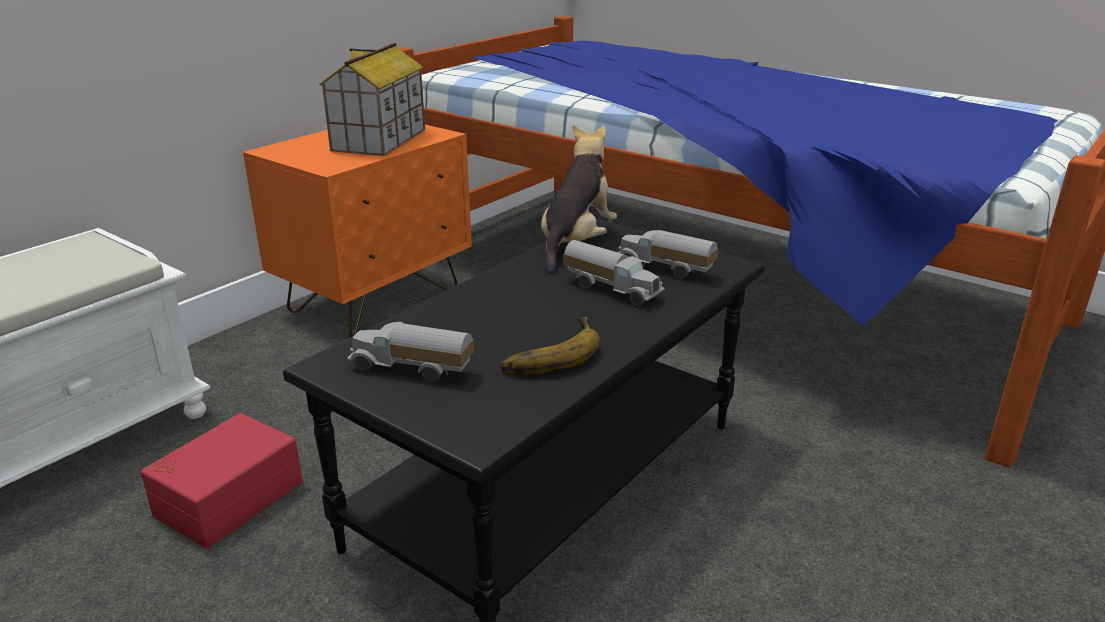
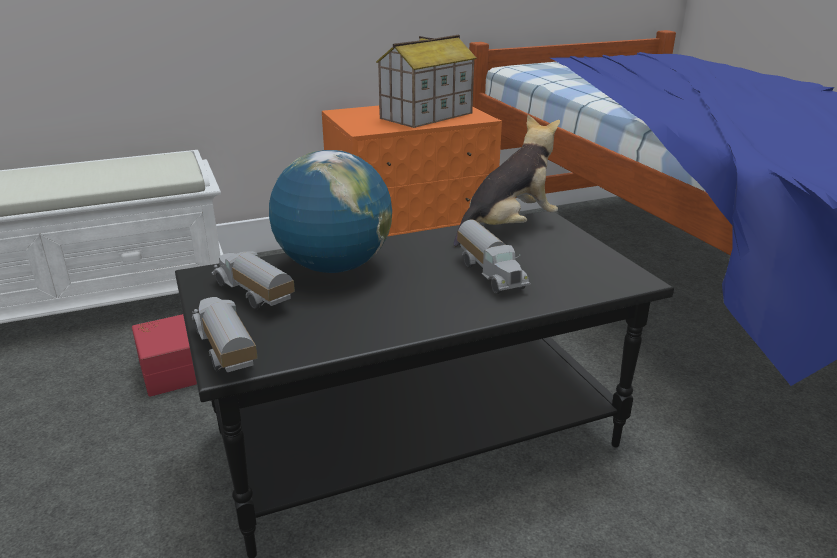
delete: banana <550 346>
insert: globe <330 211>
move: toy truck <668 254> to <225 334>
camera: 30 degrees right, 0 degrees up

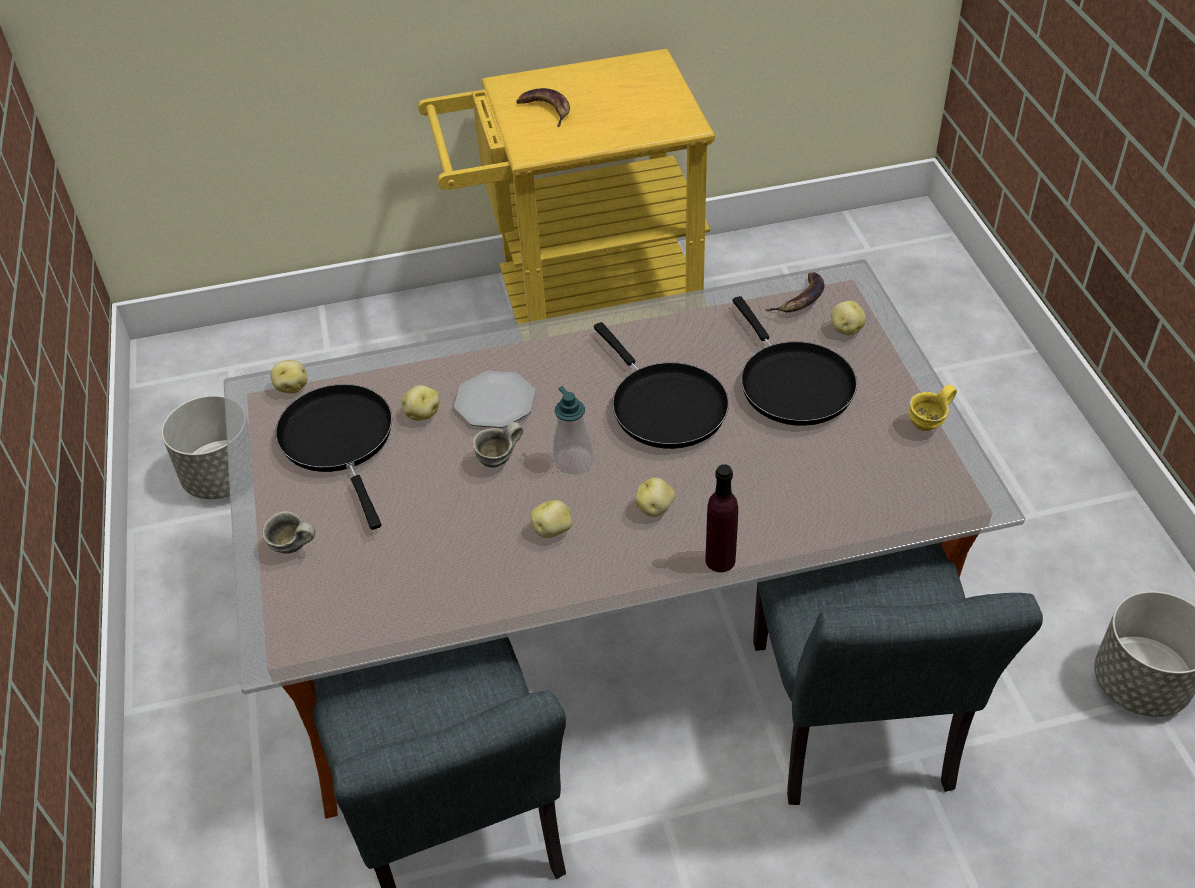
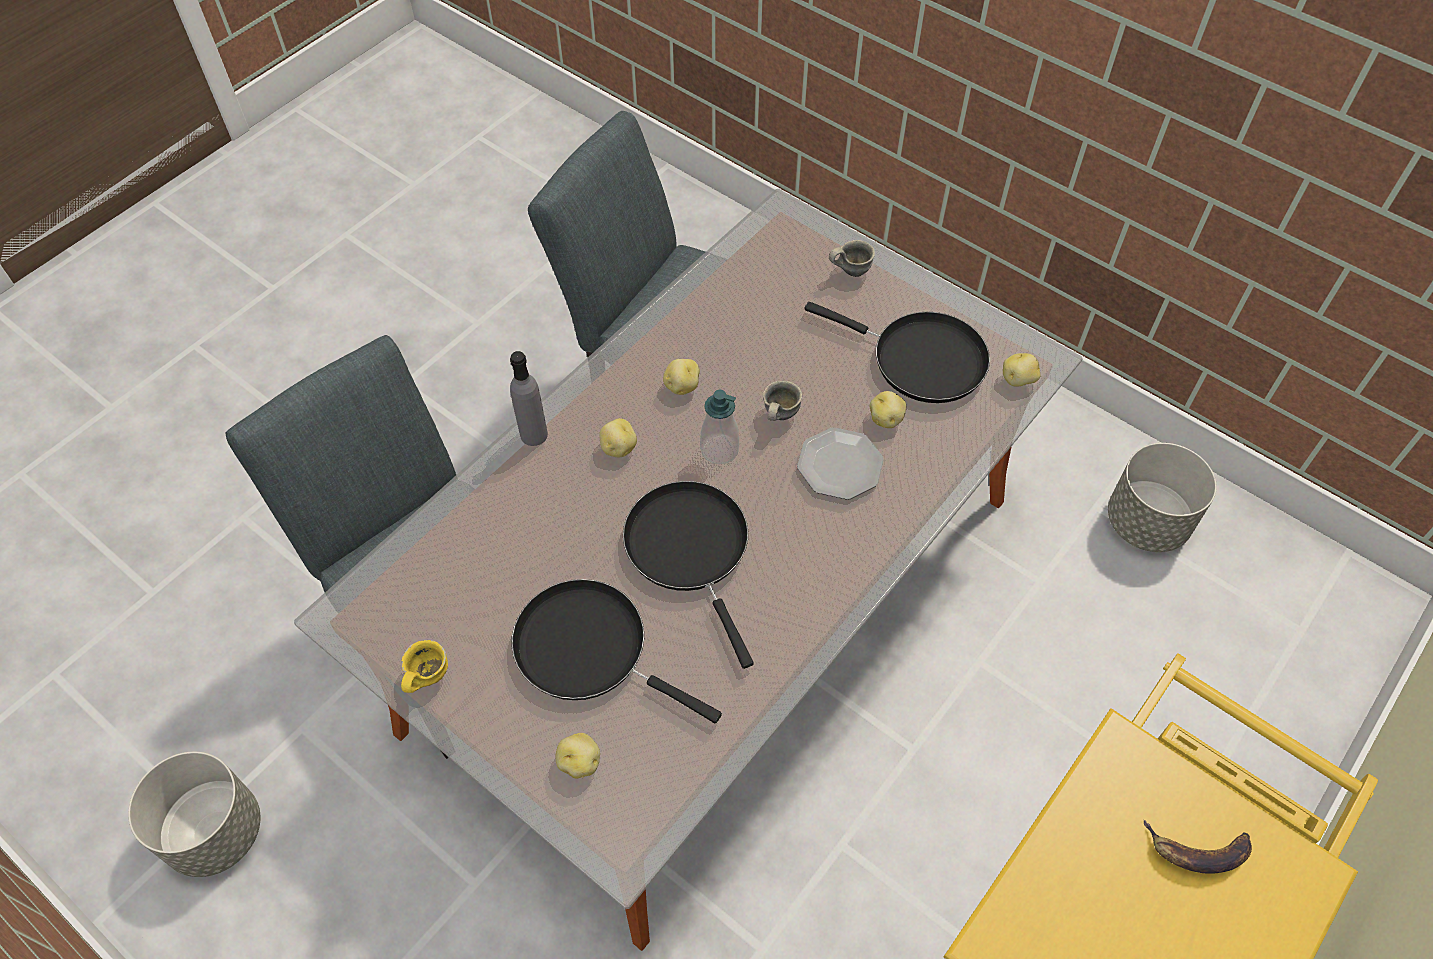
delete: banana <794 292>
recolor: purple bottle <721 518> to grey bottle <529 398>
rotate: black frying pan <661 385> = <688 575> 45 degrees clockwise
camera: 140 degrees right, 10 degrees up

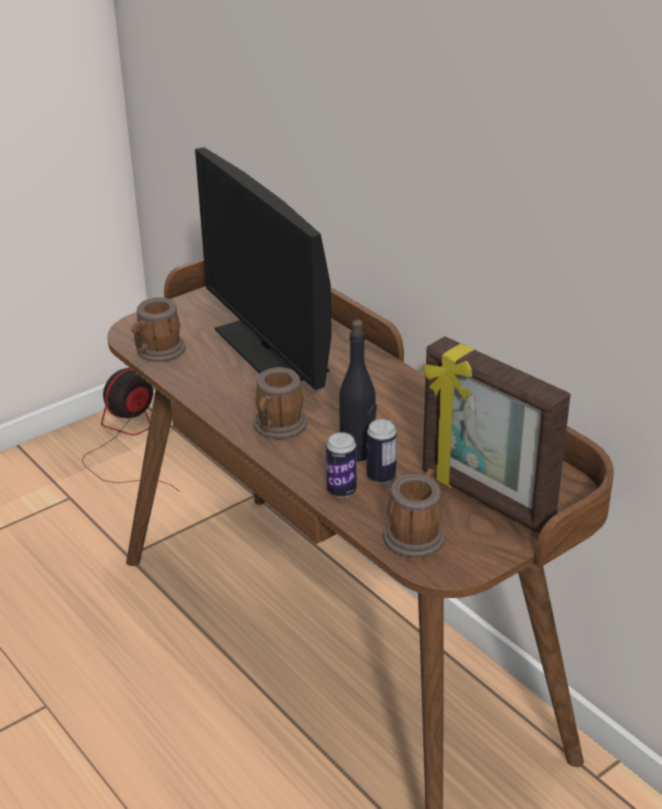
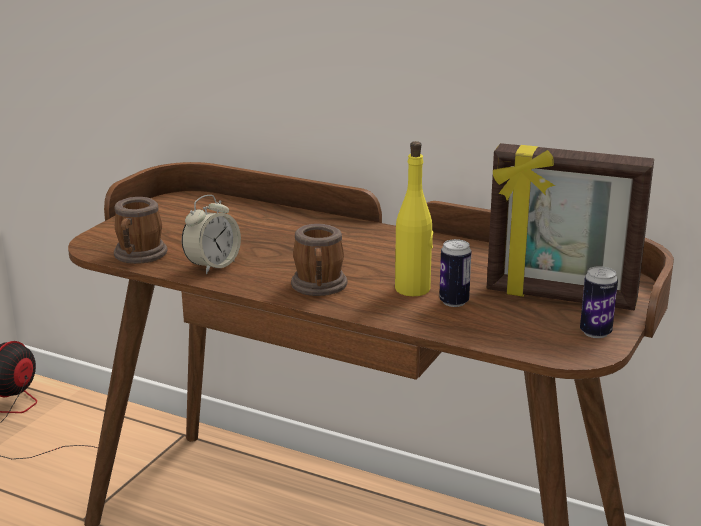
delete: monitor <263 268>; mug <414 513>
insert: alarm clock <211 234>
move: can <341 465> to <599 302>
recolor: black bottle <358 390> to yellow bottle <414 218>
camera: 25 degrees left, 10 degrees down

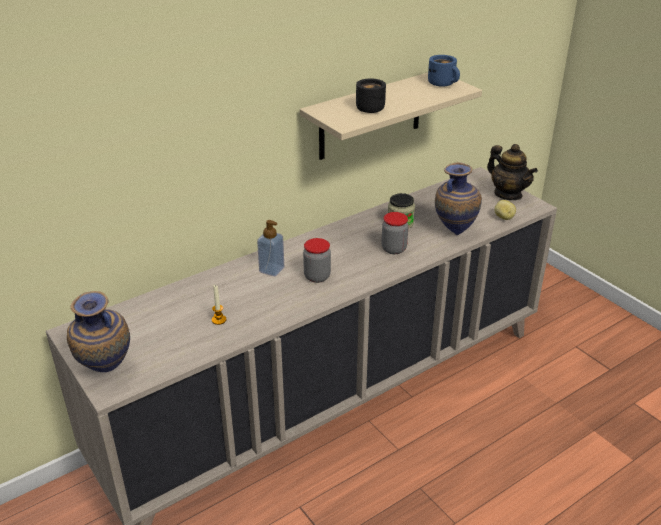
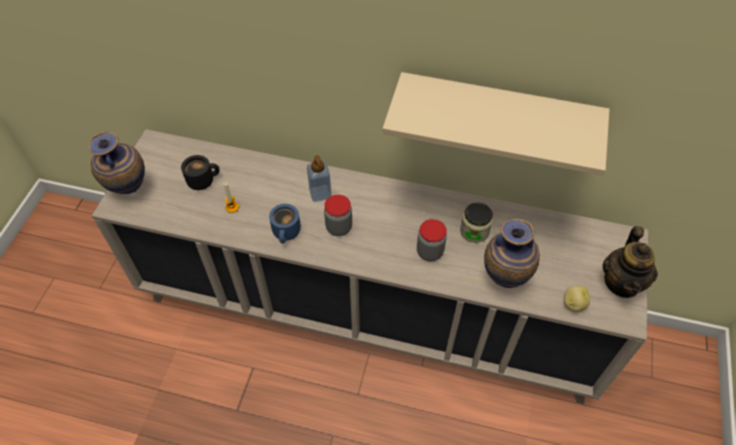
move: black mug <371 96> to <200 172>; blue mug <444 71> to <285 224>
camera: 50 degrees right, 20 degrees up

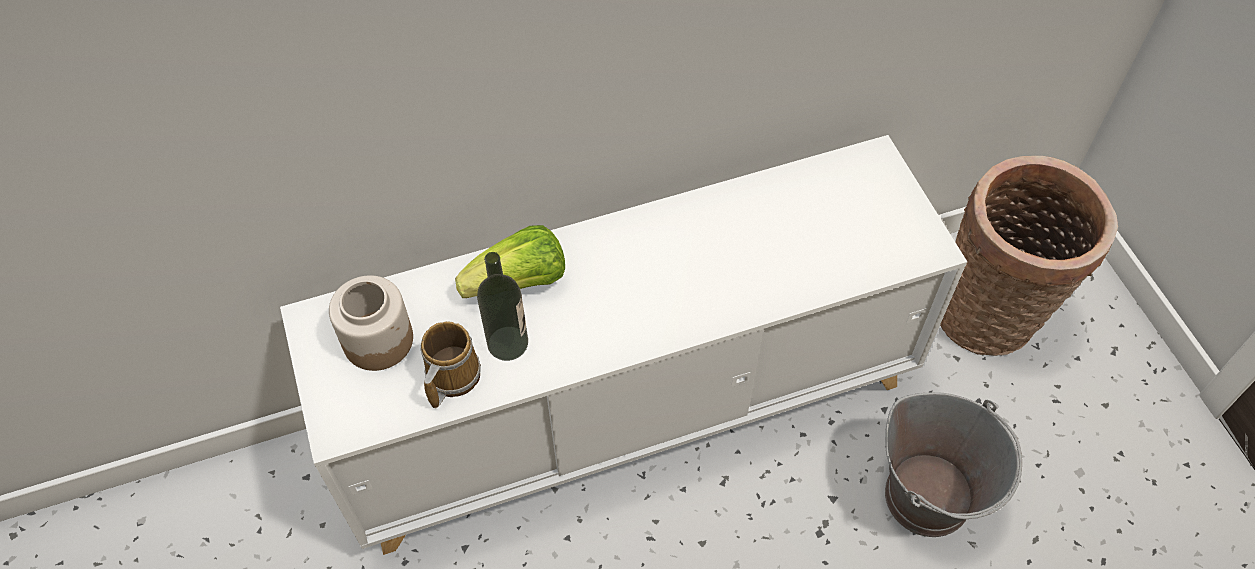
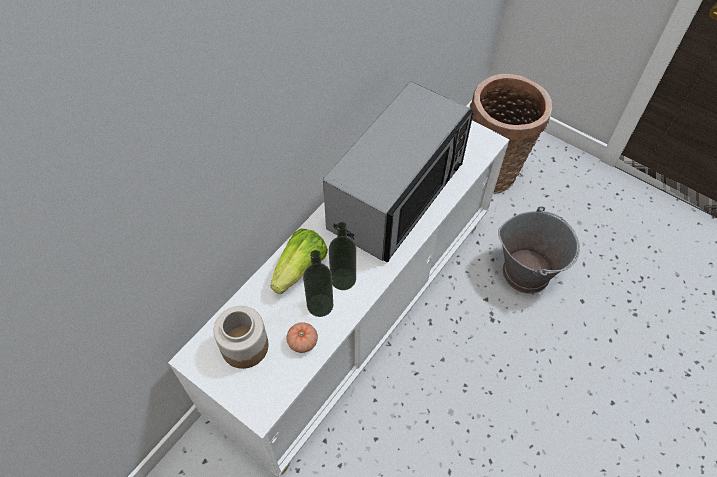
insert: microwave <398 171>; bottle <342 256>
replace: mug <451 364> to tomato <302 337>
camera: 35 degrees left, 0 degrees up

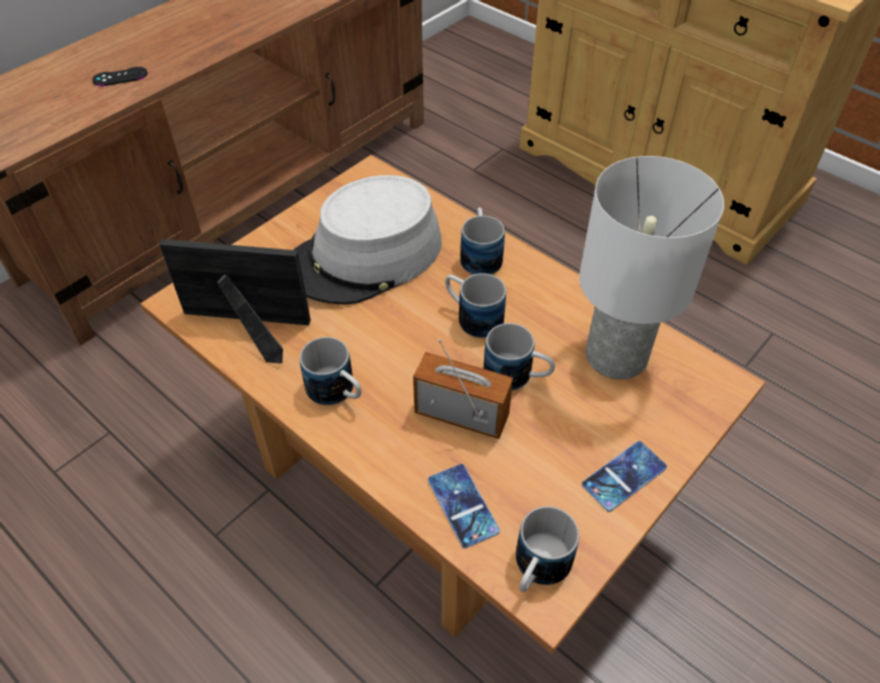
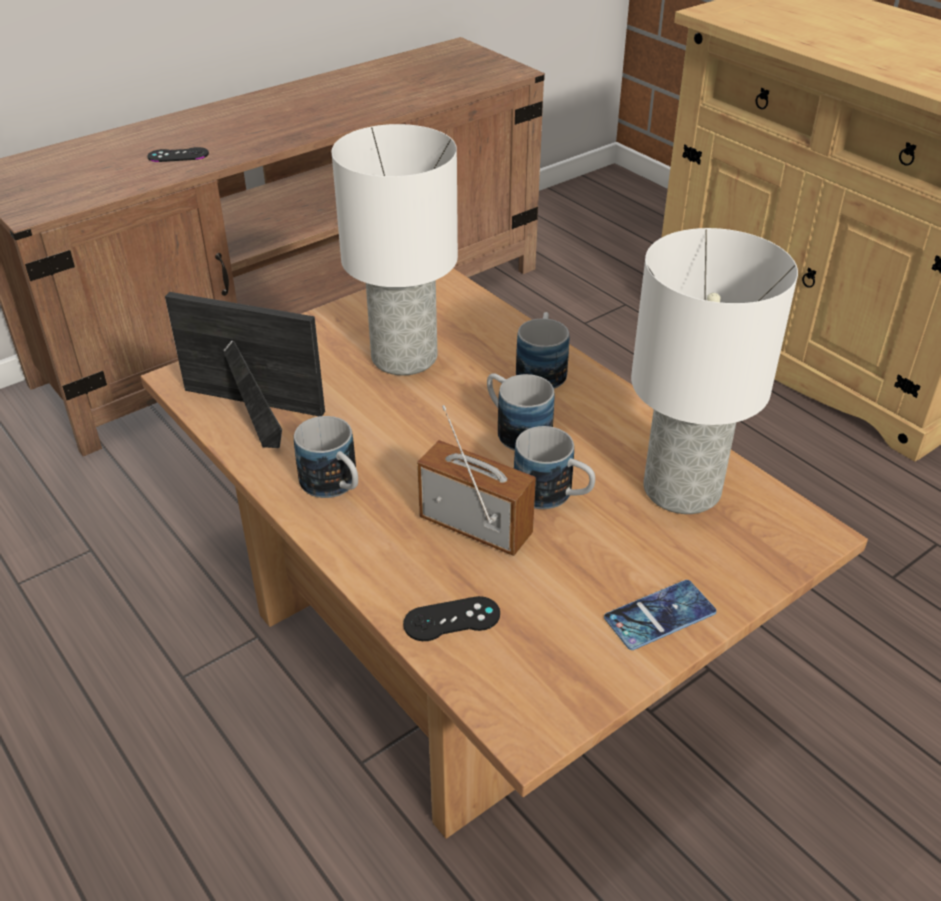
delete: mug <547 549>
replace: grey hat <367 240> to white table lamp <394 249>; phone <464 506> to black game controller <451 618>
camera: 10 degrees right, 10 degrees down

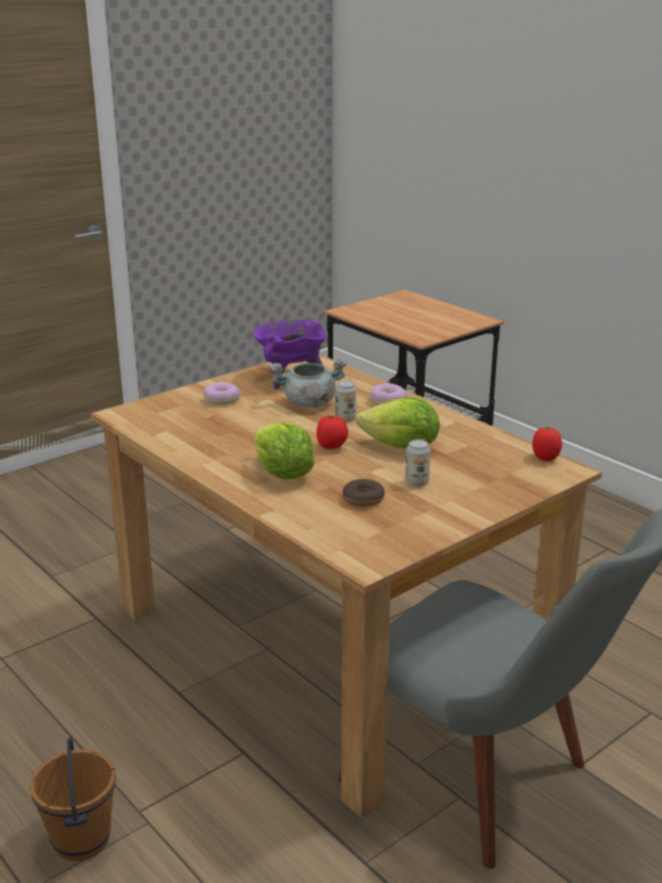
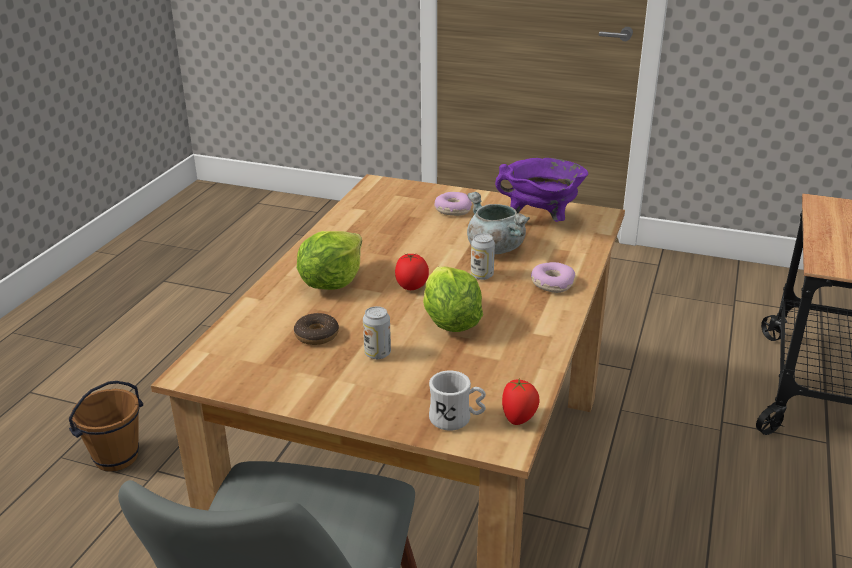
insert: white mug <457 400>
camera: 60 degrees right, 5 degrees up

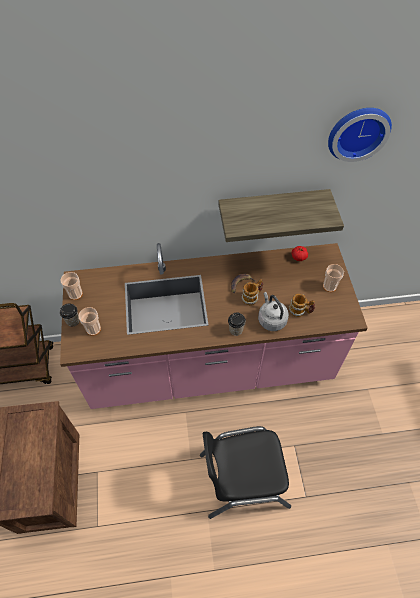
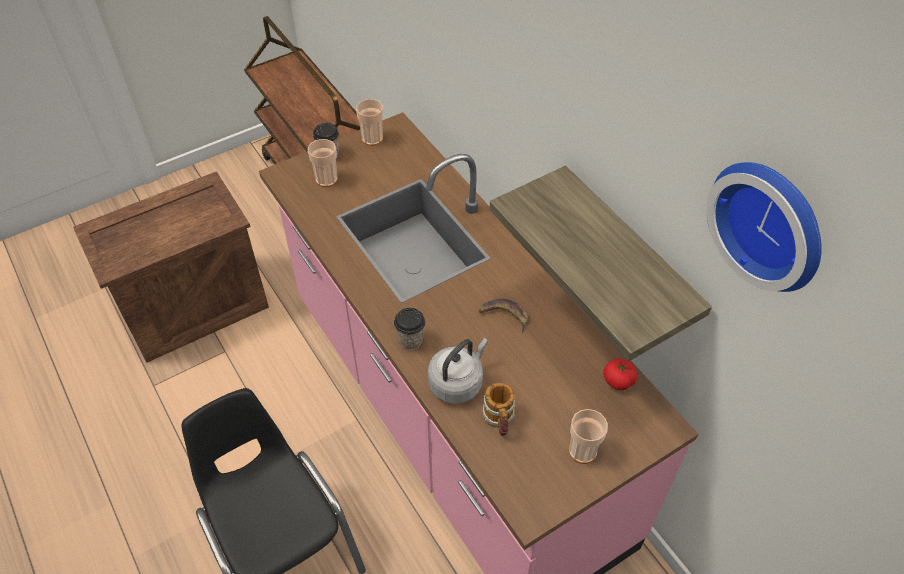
delete: mug <252 292>
camera: 65 degrees right, 5 degrees down

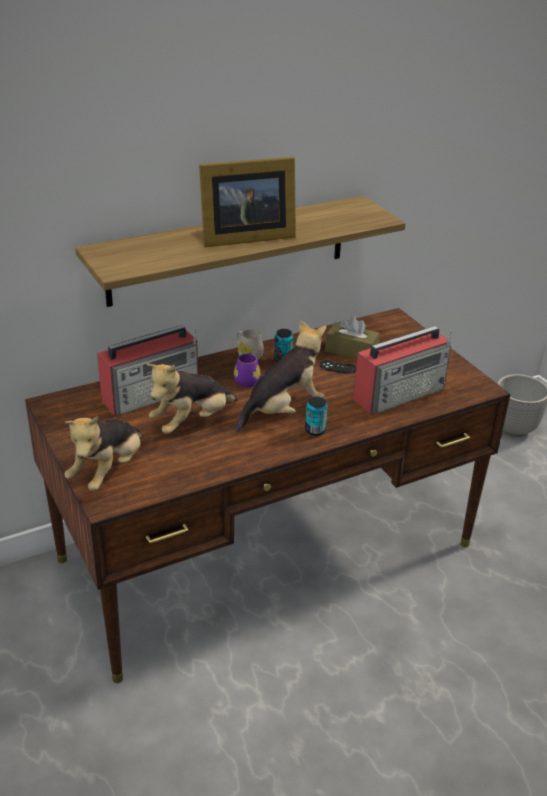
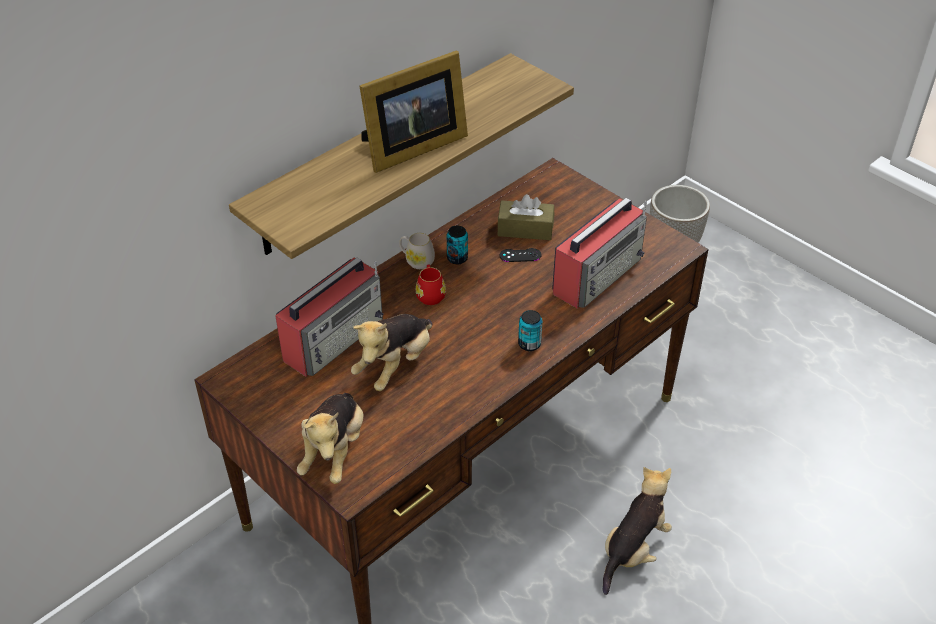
move: plush toy <280 376> to <637 531>
recolor: purple mug <247 370> to red mug <431 284>
camera: 15 degrees left, 10 degrees up

